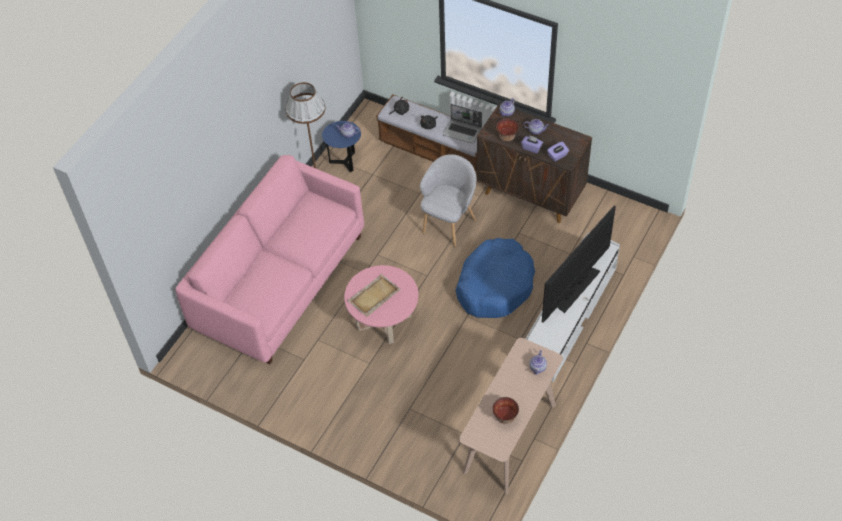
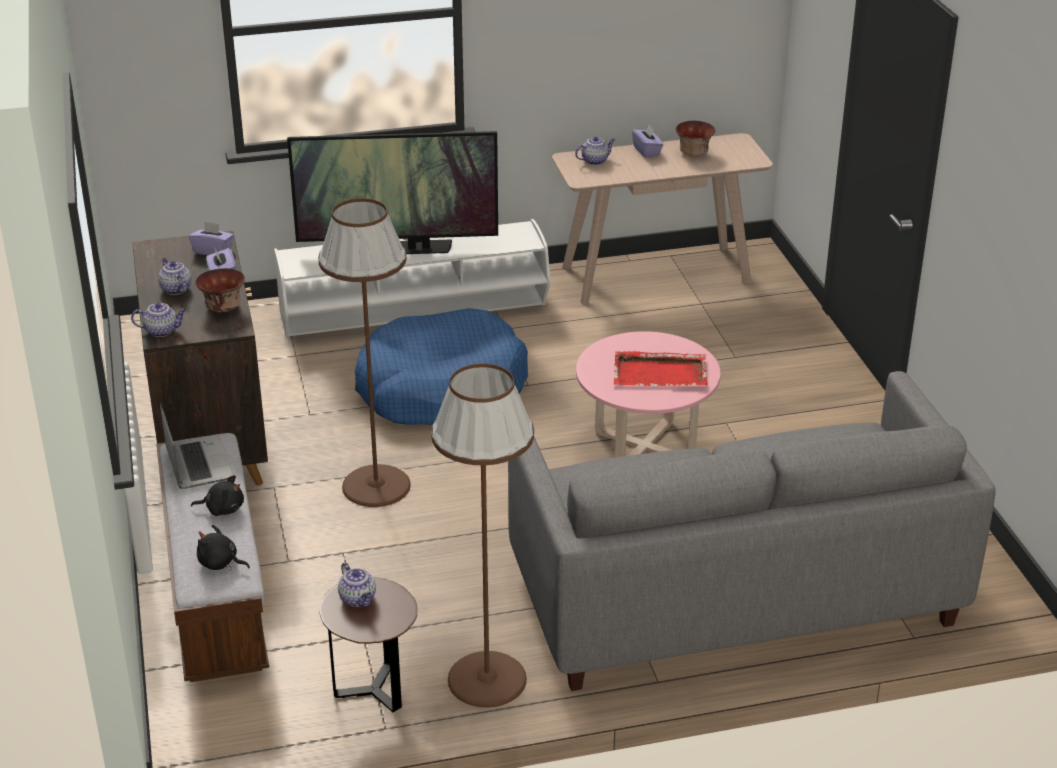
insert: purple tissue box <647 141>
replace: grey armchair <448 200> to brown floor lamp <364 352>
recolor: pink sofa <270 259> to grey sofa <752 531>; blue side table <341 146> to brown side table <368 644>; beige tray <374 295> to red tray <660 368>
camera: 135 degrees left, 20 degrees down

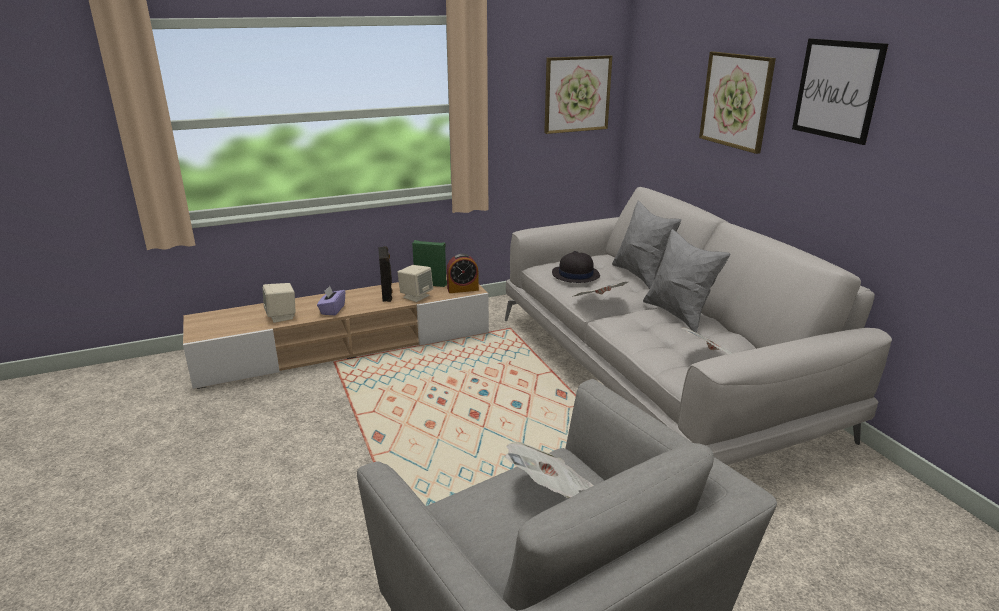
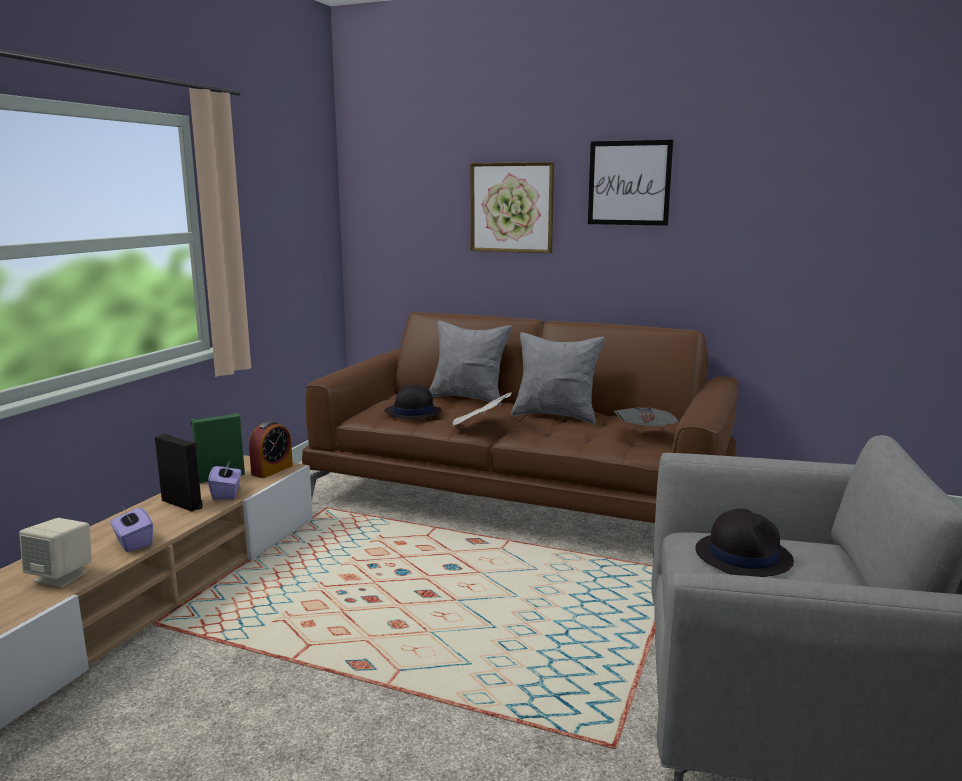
delete: picture <578 94>
replace: beige speaker <415 283> to purple tissue box <224 480>; newspaper <549 470> to black hat <744 543>
recolor: grey sofa <698 326> to brown sofa <520 417>
camera: 45 degrees left, 10 degrees down

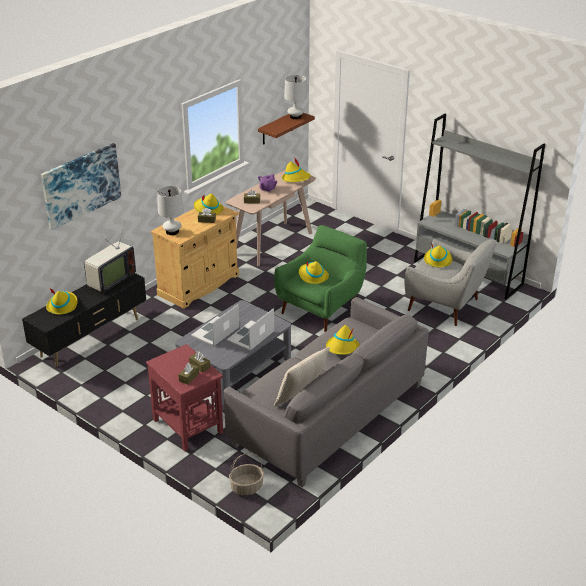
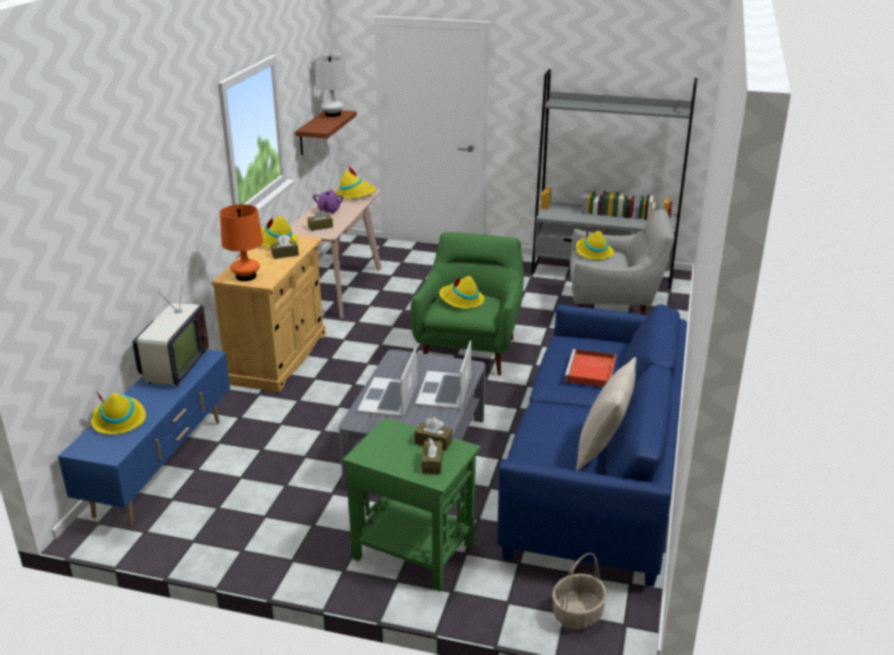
delete: picture <81 186>
replace: yellow hat <343 340> to red tray <590 368>
recolor: black tv stand <84 320> to blue tv stand <144 437>; red side table <184 397> to green side table <411 504>; white table lamp <170 210> to orange table lamp <241 242>; grey sofa <326 392> to blue sofa <592 445>
camera: 25 degrees left, 5 degrees down

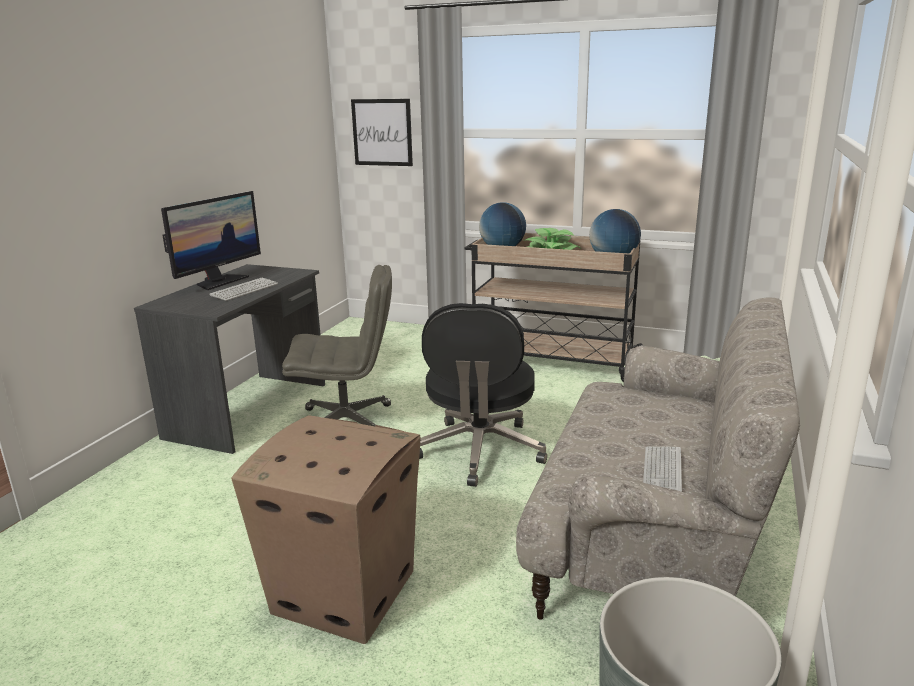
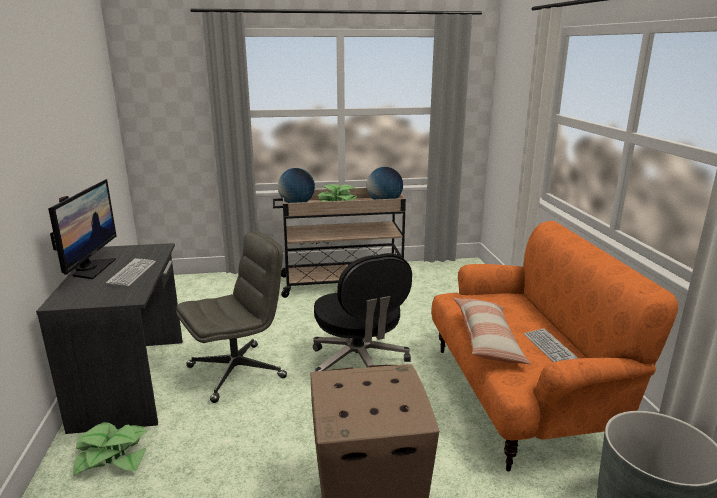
delete: picture <382 132>
insert: potted plant <110 449>; pillow <492 331>
recolor: beige sofa <658 458> to orange sofa <554 346>
camera: 30 degrees left, 0 degrees up

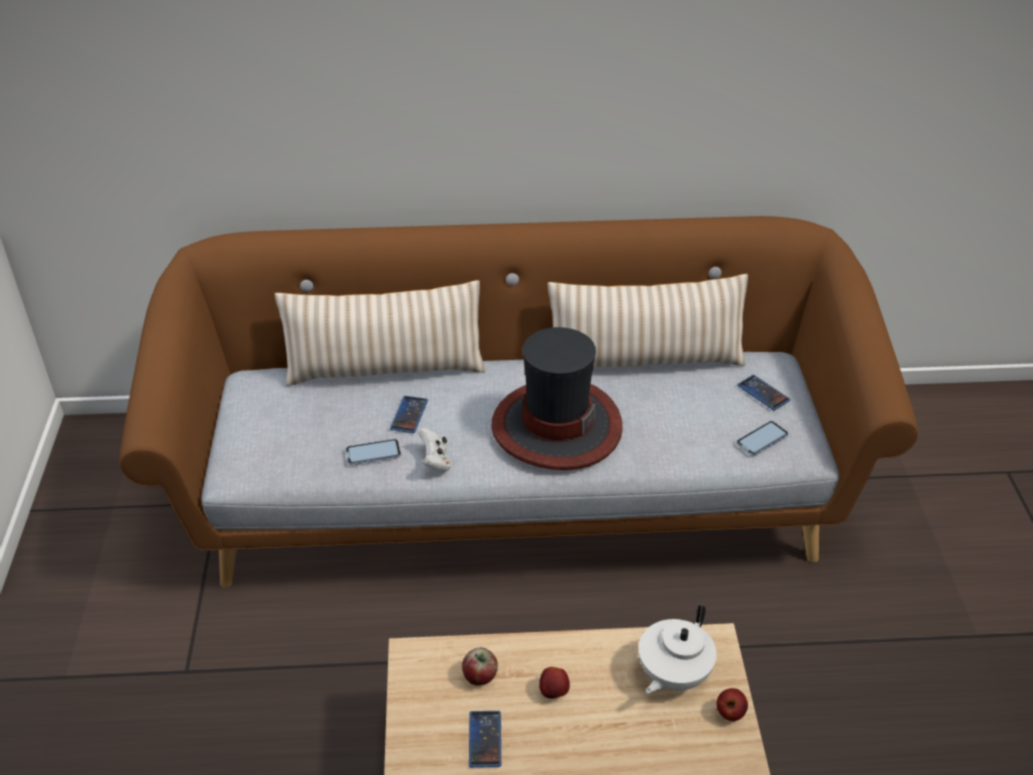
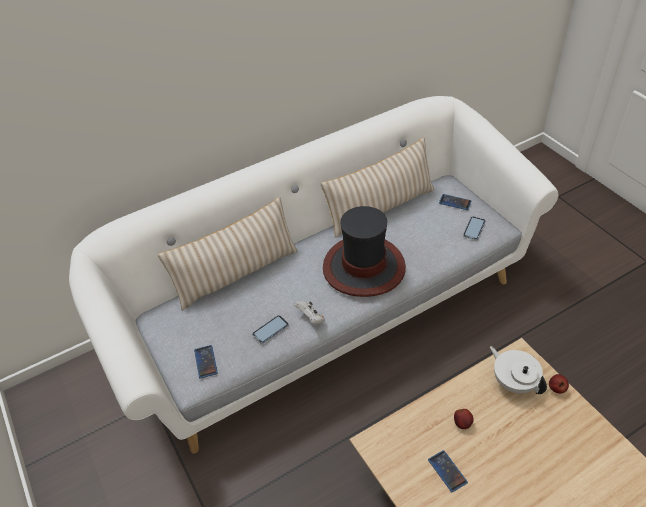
delete: apple <480 666>
move: phone <409 414> to <206 362>
recolor: brown sofa <518 401> to white sofa <314 275>
rotate: white teapot <678 648> = <518 370> 135 degrees clockwise
camera: 25 degrees left, 5 degrees up

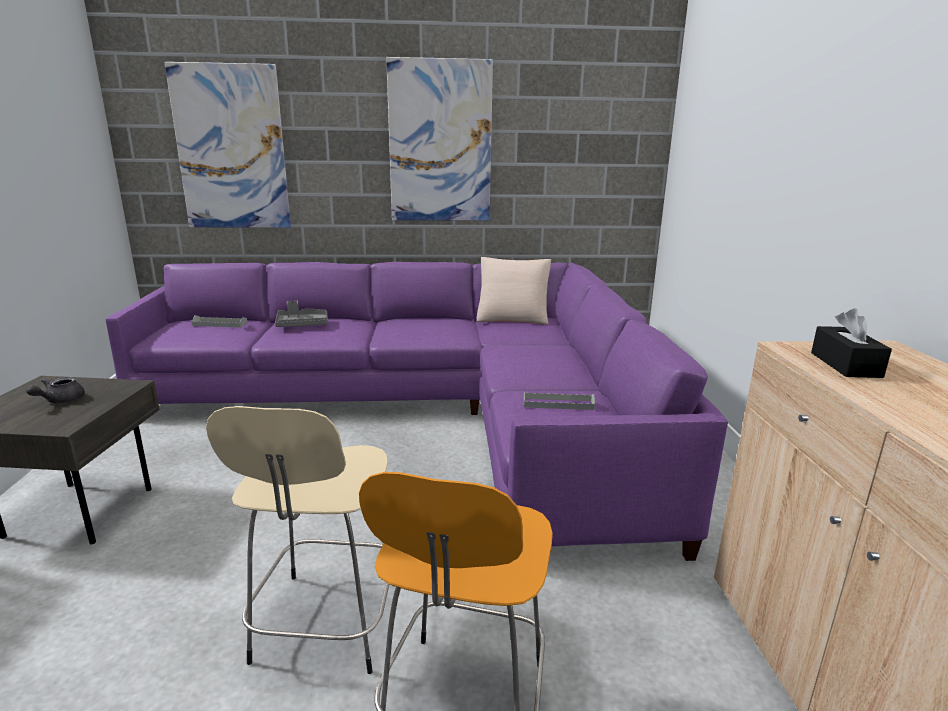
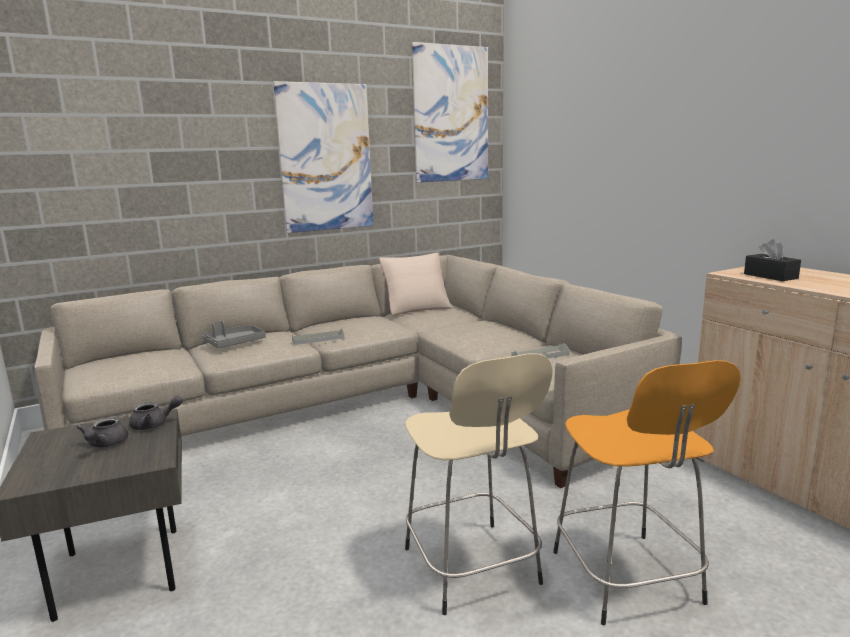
insert: grey teapot <156 413>
move: picture <227 145> to <450 112>; grey tray <219 321> to <318 336>
recolor: purple sofa <417 411> to beige sofa <358 371>
camera: 25 degrees left, 5 degrees down

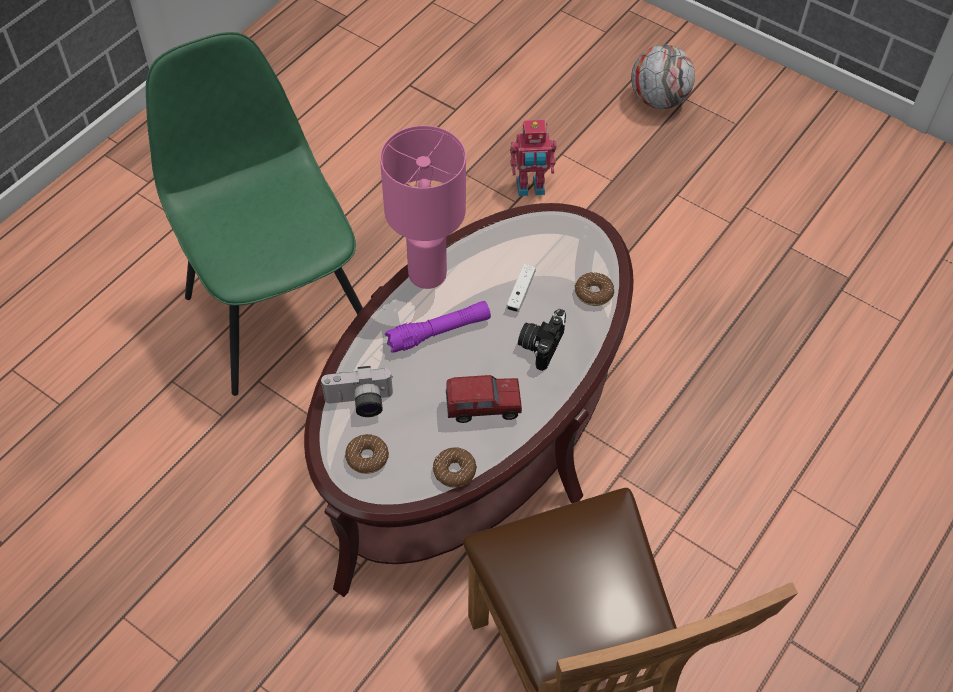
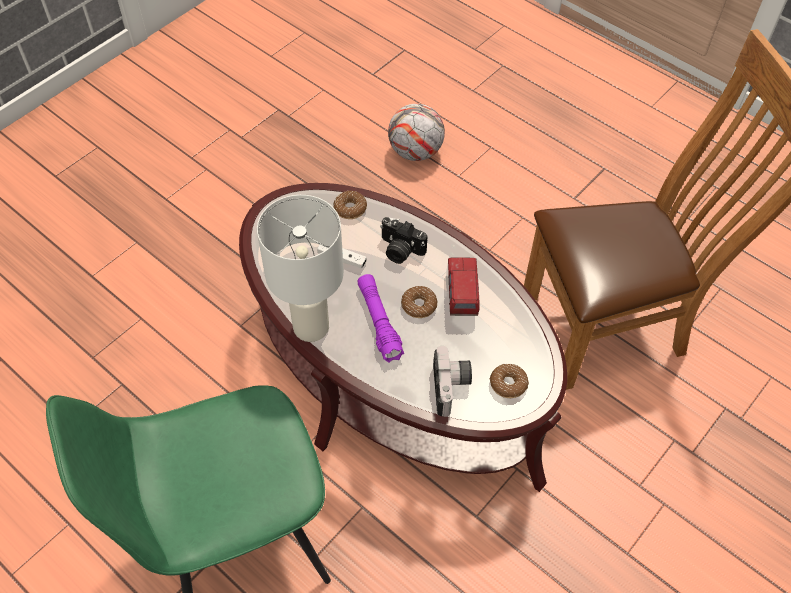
delete: toy robot <533 158>
move: donut <455 467> to <419 302>; football <663 77> to <416 132>
recolor: pink table lamp <423 207> to white table lamp <300 268>
camera: 85 degrees left, 0 degrees up

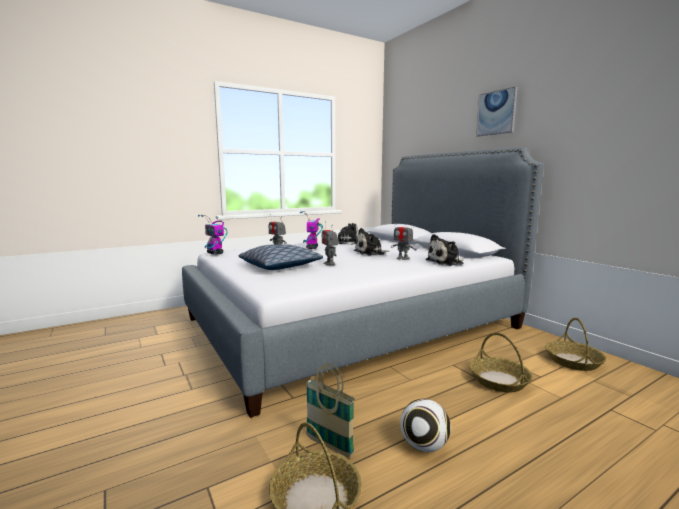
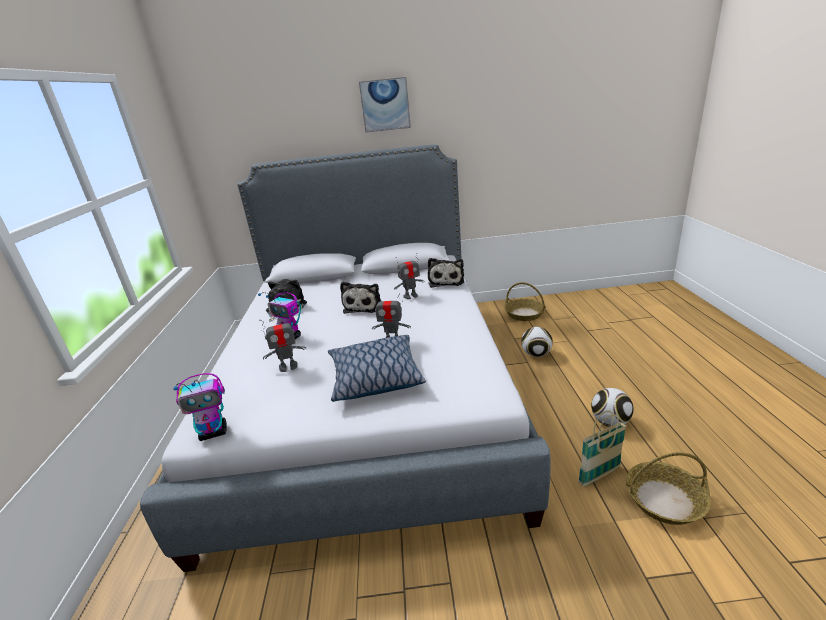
replace: basket <501 363> to football <537 342>
camera: 60 degrees left, 15 degrees up

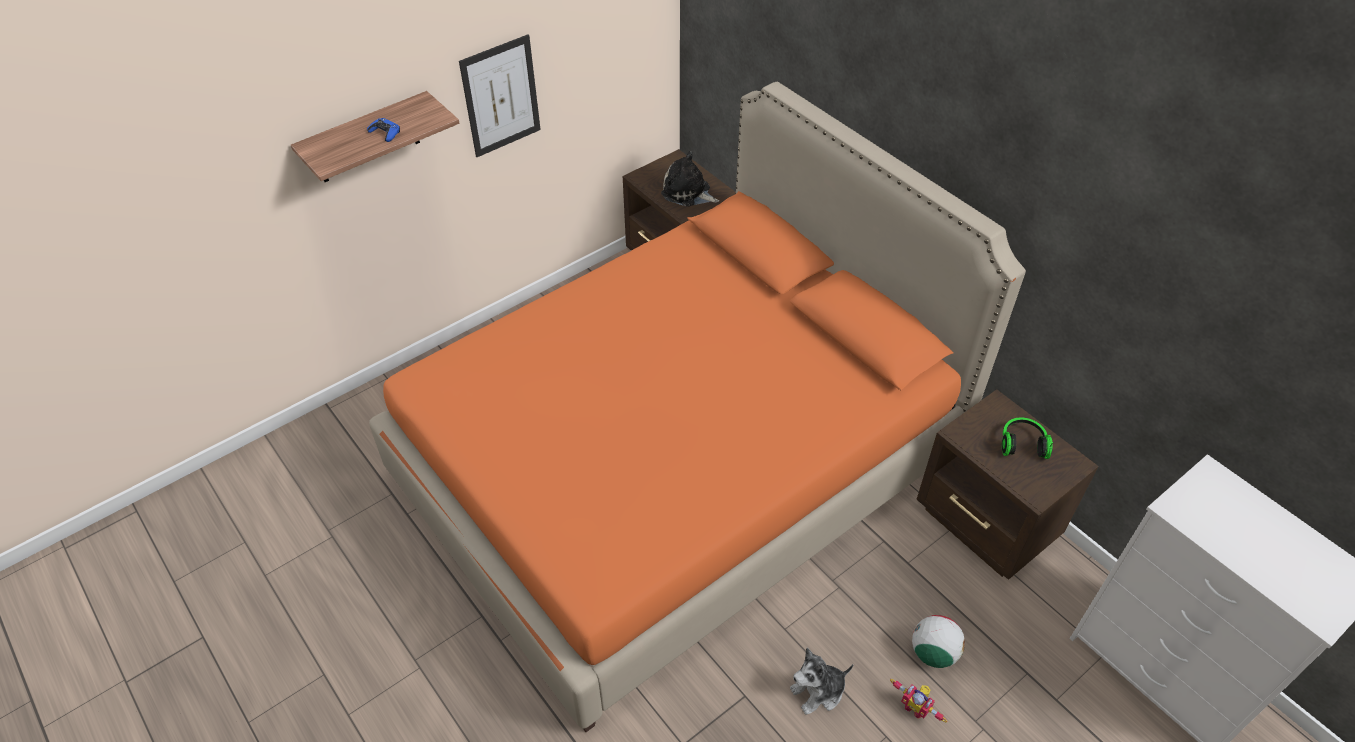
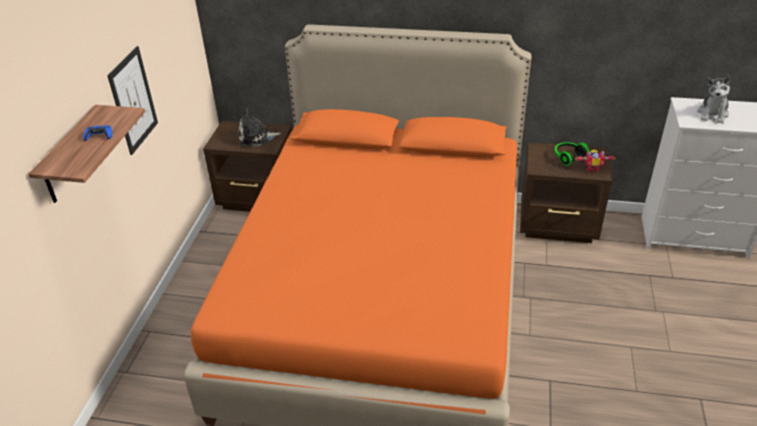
delete: football <938 641>
move: plush toy <821 681> to <714 99>; toy robot <918 701> to <595 161>
camera: 40 degrees left, 10 degrees down

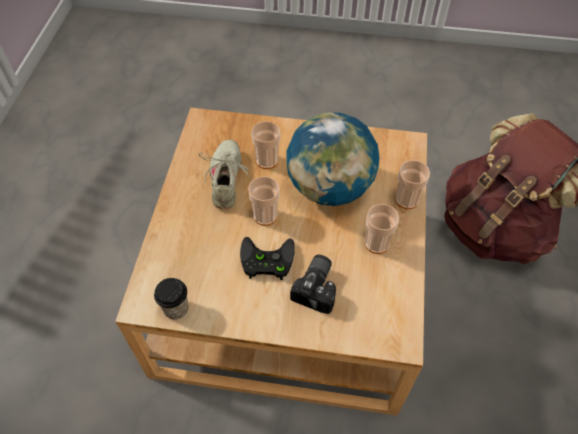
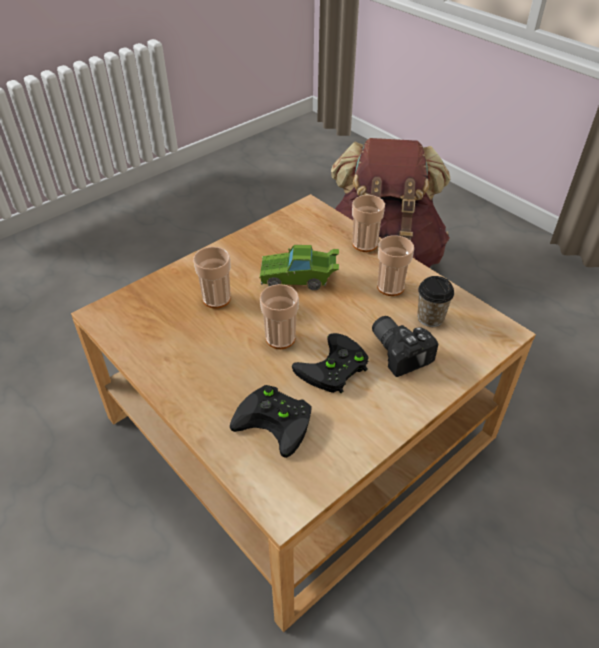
delete: beige shoe <225 174>
insert: black game controller <271 421>
move: cup <171 299> to <435 301>
replace: globe <333 159> to green toy car <299 267>
camera: 50 degrees left, 10 degrees down

